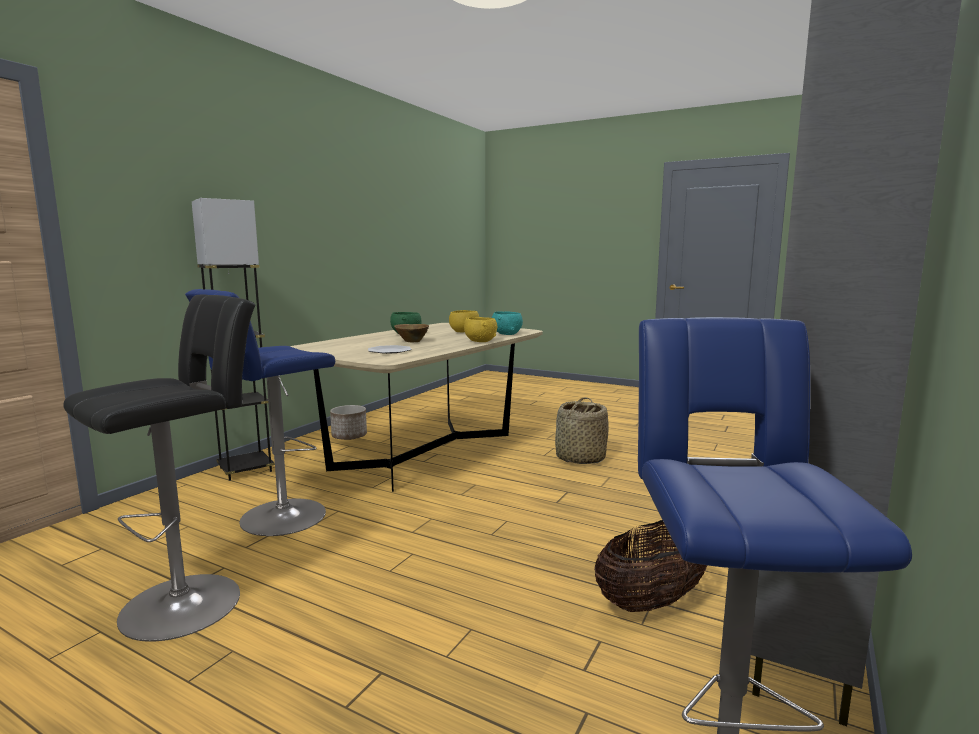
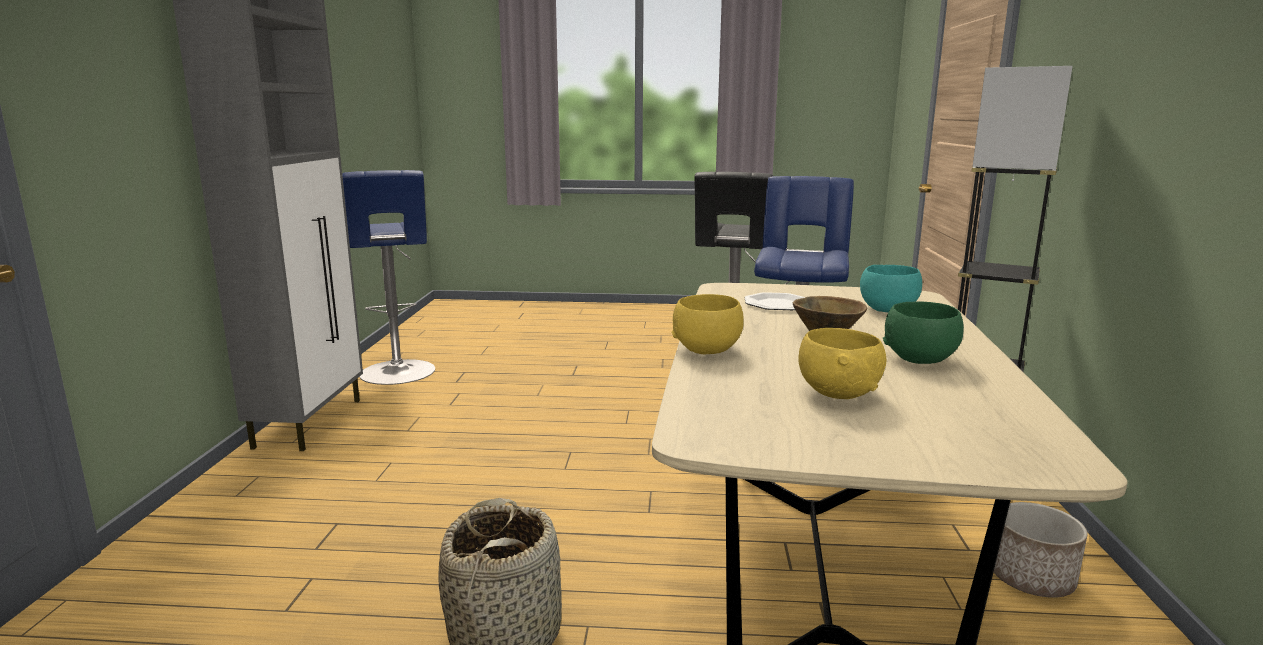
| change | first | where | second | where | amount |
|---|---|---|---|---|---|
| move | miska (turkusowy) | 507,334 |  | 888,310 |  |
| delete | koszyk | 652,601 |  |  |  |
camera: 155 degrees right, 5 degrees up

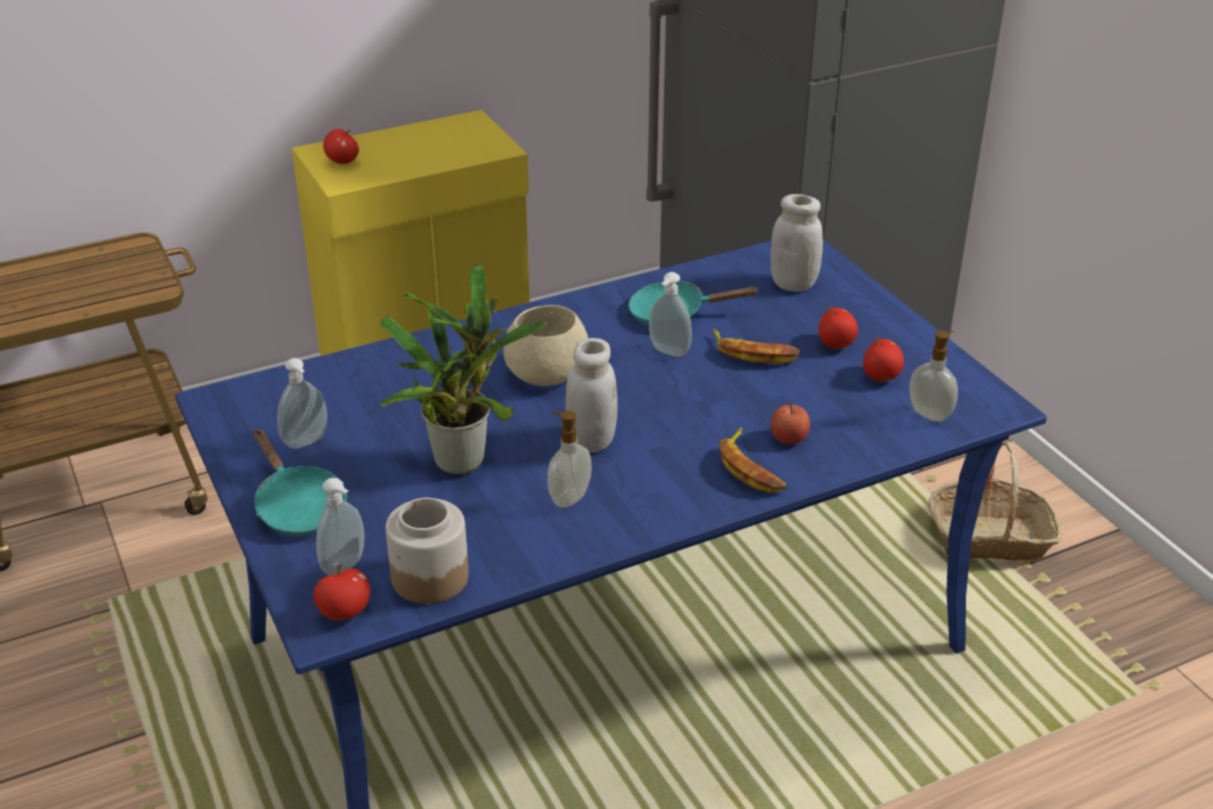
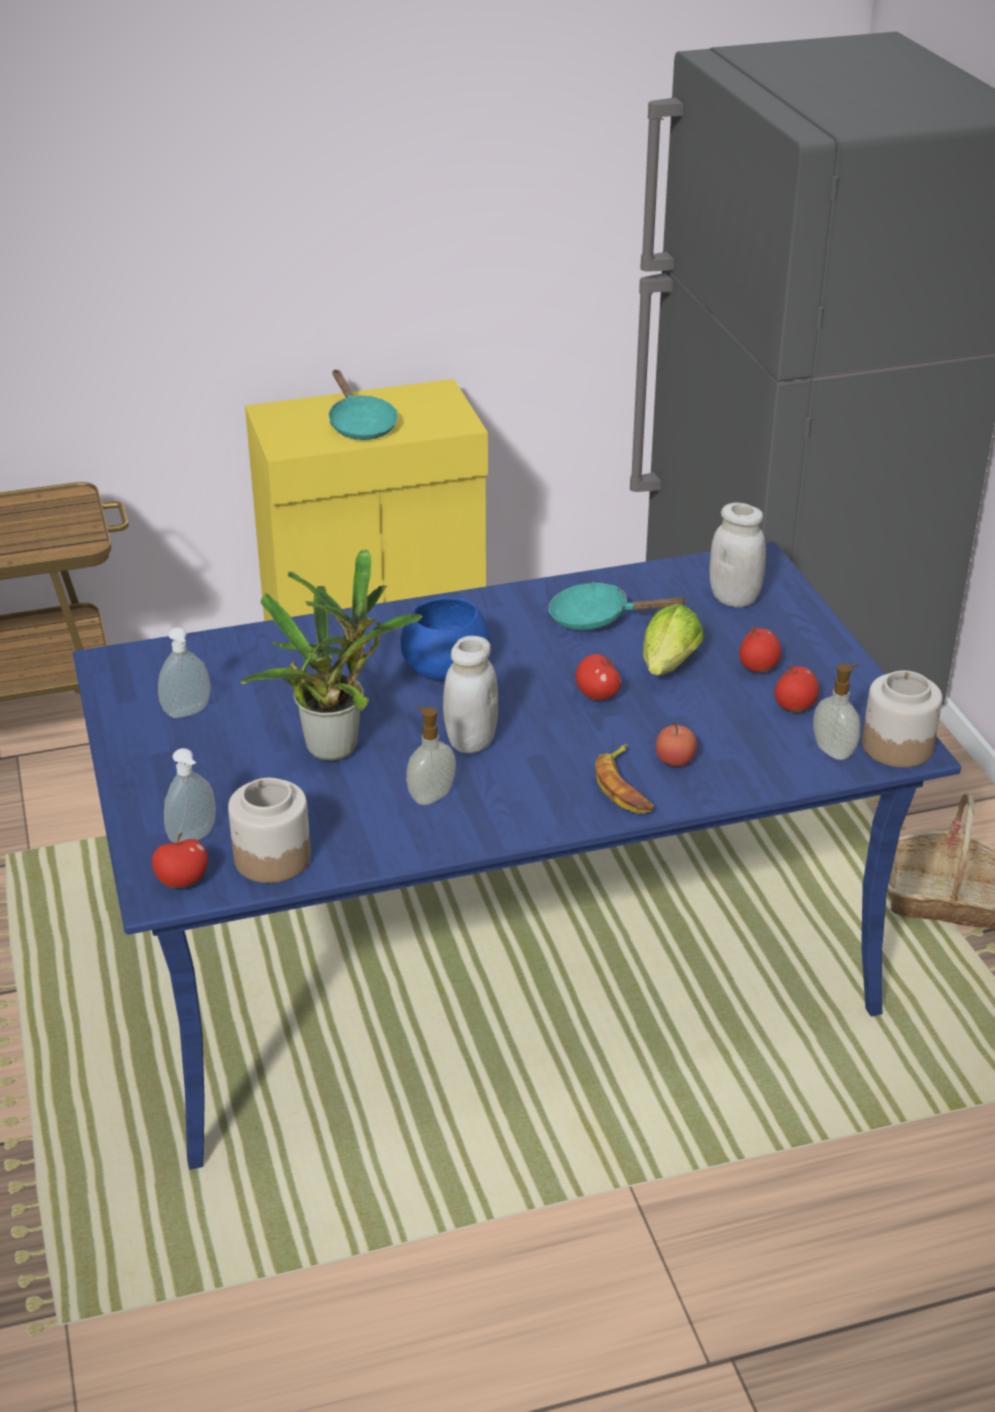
| change | first | where | second | where | amount |
|---|---|---|---|---|---|
| move | patelnia (turkusowy) | 297,506 |  | 360,424 |  |
| move | jabłko | 342,162 |  | 597,695 |  |
| recolor | miska (beżowy) | 548,372 | miska (niebieski) | 447,667 |  |
| delete | dozownik mydła | 668,352 |  |  |  |
| replace | banan | 753,353 | sałata | 667,668 |  |
| insert |  |  | słoik | 897,746 |  |
camera: 10 degrees right, 0 degrees up

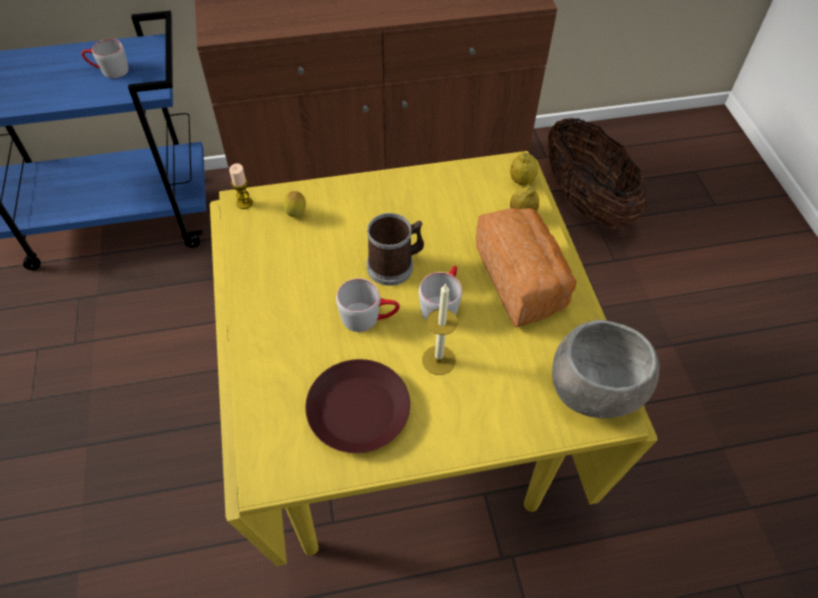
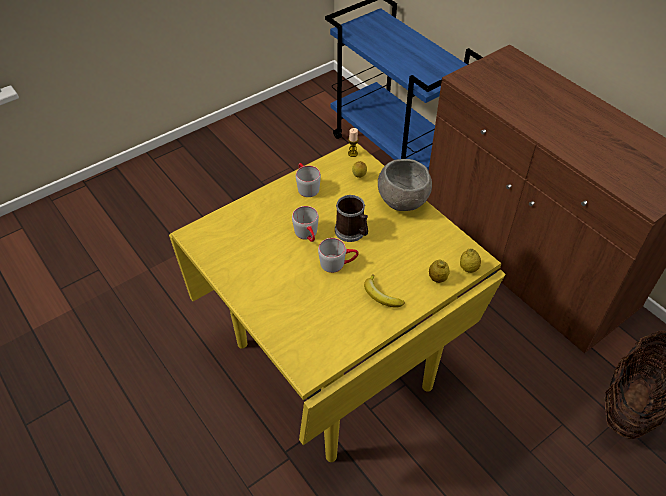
| change | first | where | second | where | amount |
|---|---|---|---|---|---|
| move | kubek (szary) | 109,70 |  | 306,186 |  |
| delete | talerz (brązowy) | 358,411 |  |  |  |
| delete | świeca | 438,360 |  |  |  |
| replace | chleb | 522,281 | banan | 381,296 |  |
| move | miska (szary) | 591,391 |  | 402,201 |  |
camera: 65 degrees right, 5 degrees down

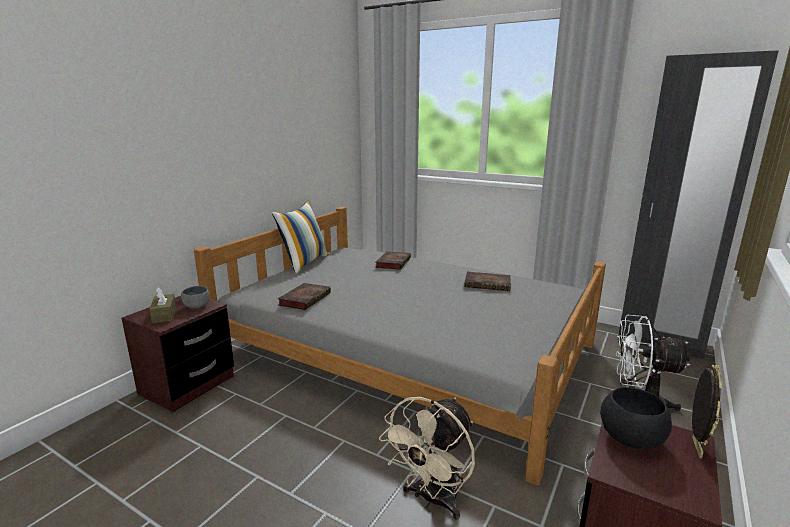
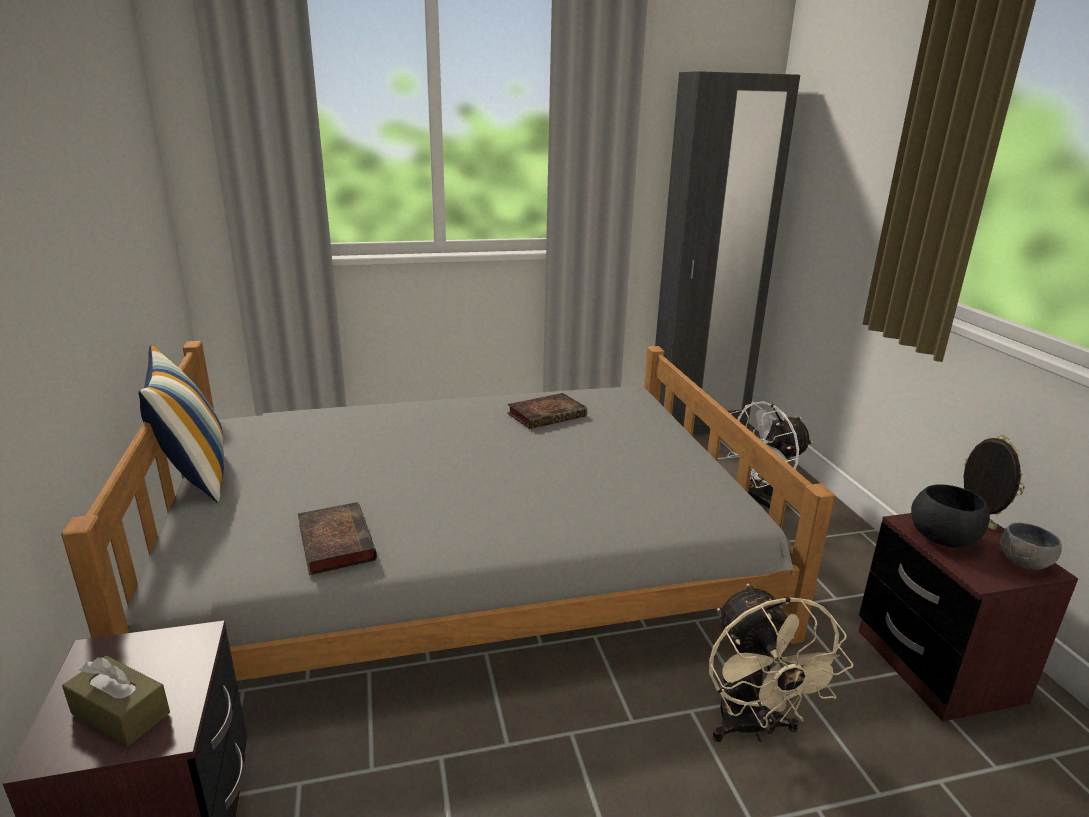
| change | first | where | second | where | amount |
|---|---|---|---|---|---|
| move | miska (szary) | 197,307 |  | 1025,562 |  |
| delete | książka | 393,262 |  |  |  |
camera: 45 degrees left, 5 degrees up

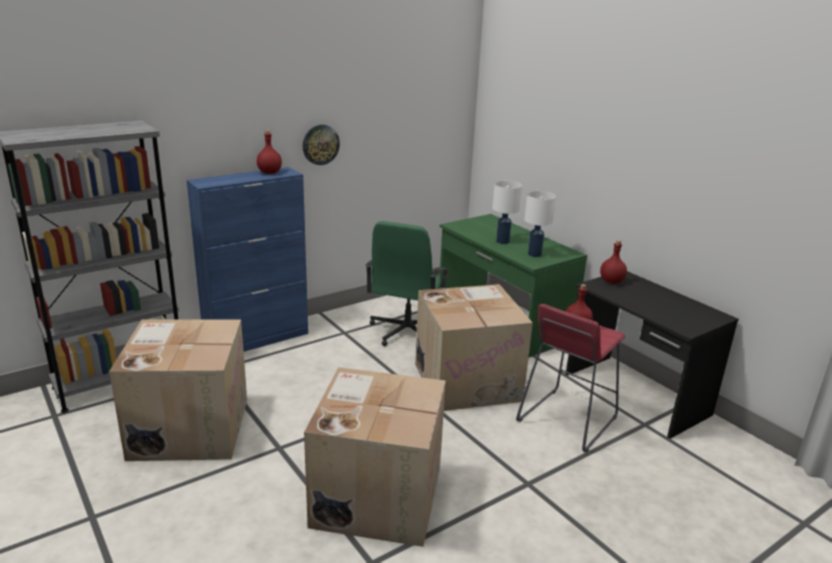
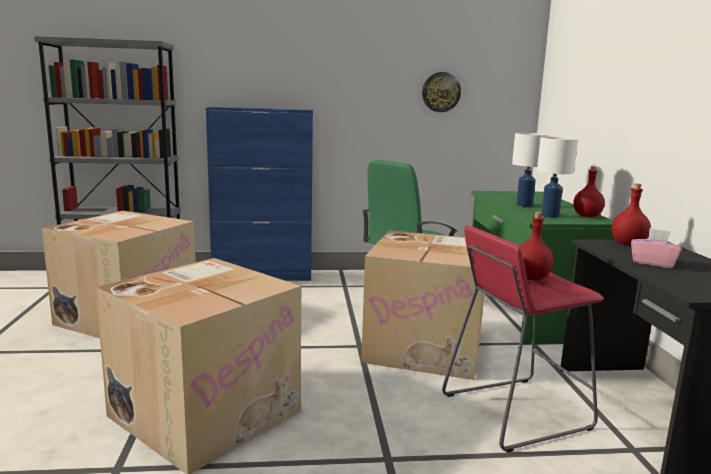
| change | first | where | second | where | amount |
|---|---|---|---|---|---|
| move | butelka (czerwony) | 270,172 |  | 587,216 |  |
| move | zegar ścienny | 320,144 |  | 441,92 |  |
| insert |  |  | pudełko chusteczek (różowy) | 653,263 |  |
camera: 30 degrees right, 10 degrees down

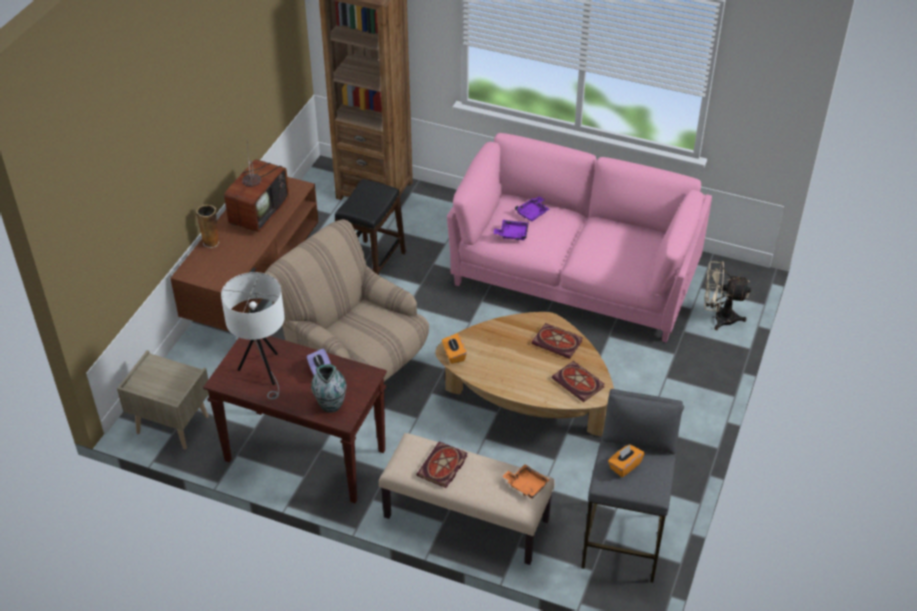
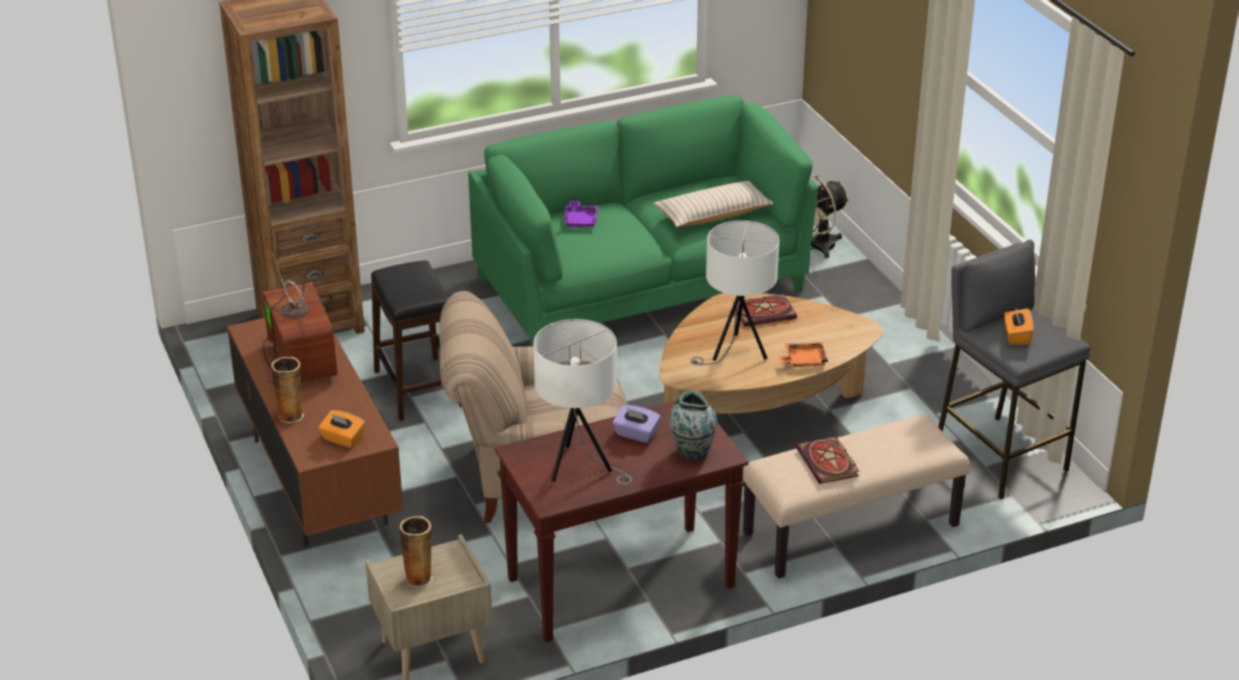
| change | first | where | second | where | amount |
|---|---|---|---|---|---|
| move | pudełko chusteczek (pomarańczowy) | 453,355 |  | 343,439 |  |
| recolor | kanapa (różowy) | 575,276 | kanapa (zielony) | 640,285 |  |
| delete | taca (fioletowy) | 512,234 |  |  |  |
| move | taca (pomarańczowy) | 526,485 |  | 803,361 |  |
| delete | książka | 579,383 |  |  |  |
| insert |  |  | wazon | 419,578 |  |
| insert |  |  | poduszka (beżowy) | 713,214 |  |
| insert |  |  | lampa stołowa (biały) | 735,353 |  |
camera: 45 degrees left, 10 degrees down

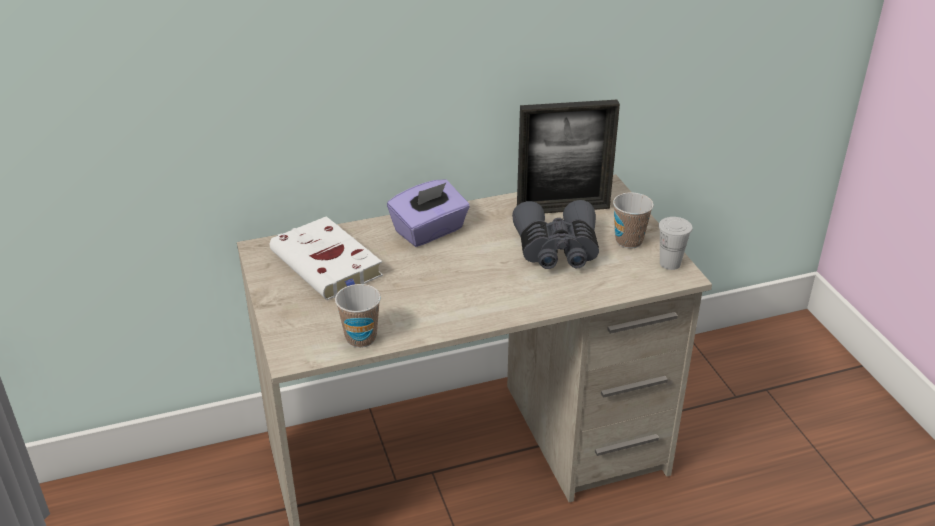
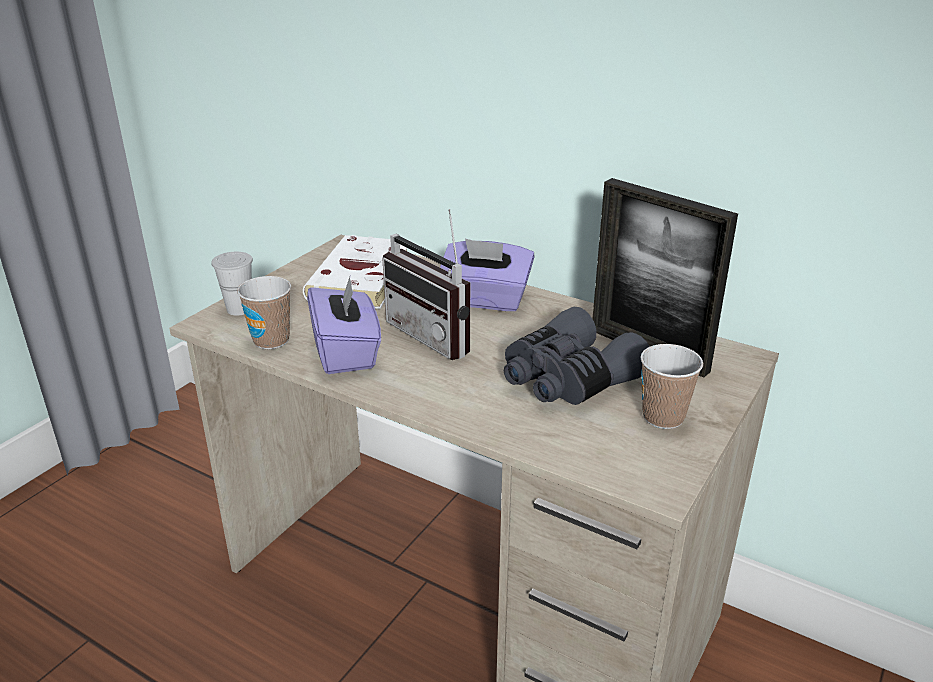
| change | first | where | second | where | amount |
|---|---|---|---|---|---|
| move | filiżanka (biały) | 670,263 |  | 239,309 |  |
| insert |  |  | pudełko chusteczek (fioletowy) | 346,352 |  |
| insert |  |  | radio | 438,335 |  |
camera: 50 degrees right, 5 degrees down

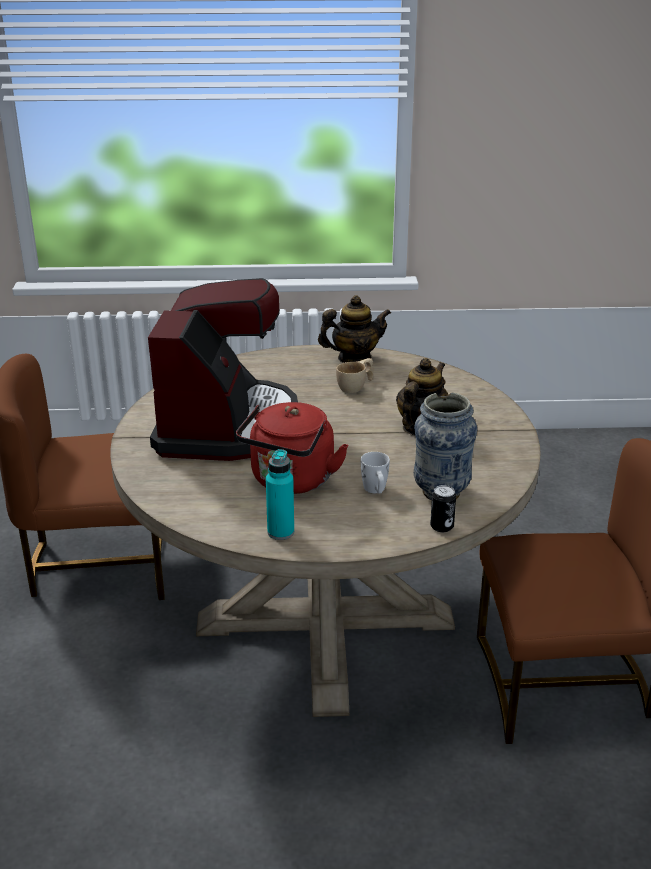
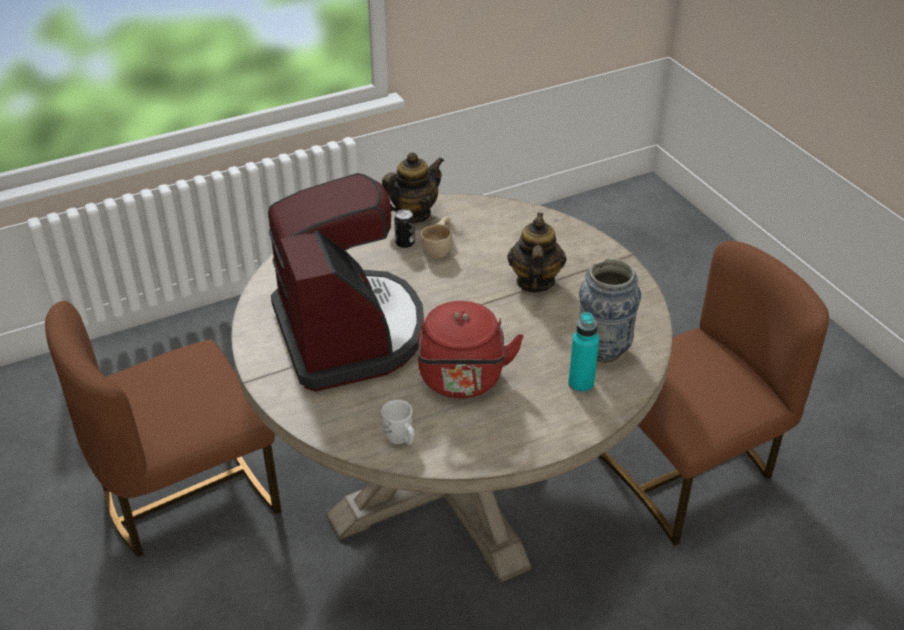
| change | first | where | second | where | amount |
|---|---|---|---|---|---|
| move | butelka (turkusowy) | 280,532 |  | 581,384 |  |
| move | kubek (biały) | 375,490 |  | 401,439 |  |
| move | puszka | 442,526 |  | 405,243 |  |
camera: 25 degrees left, 10 degrees up

